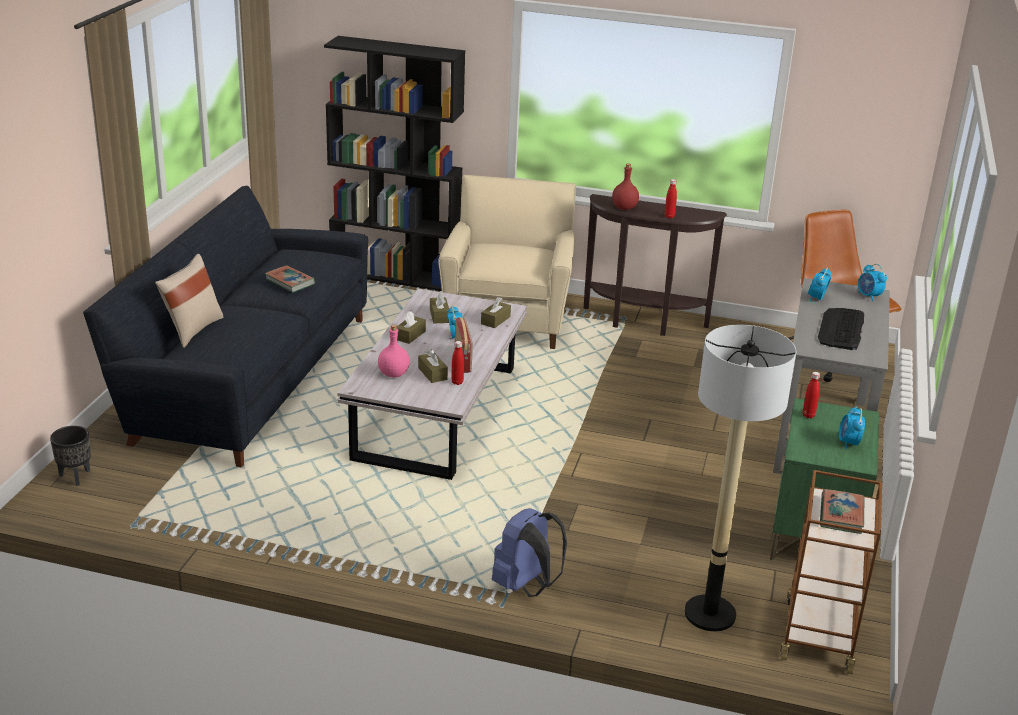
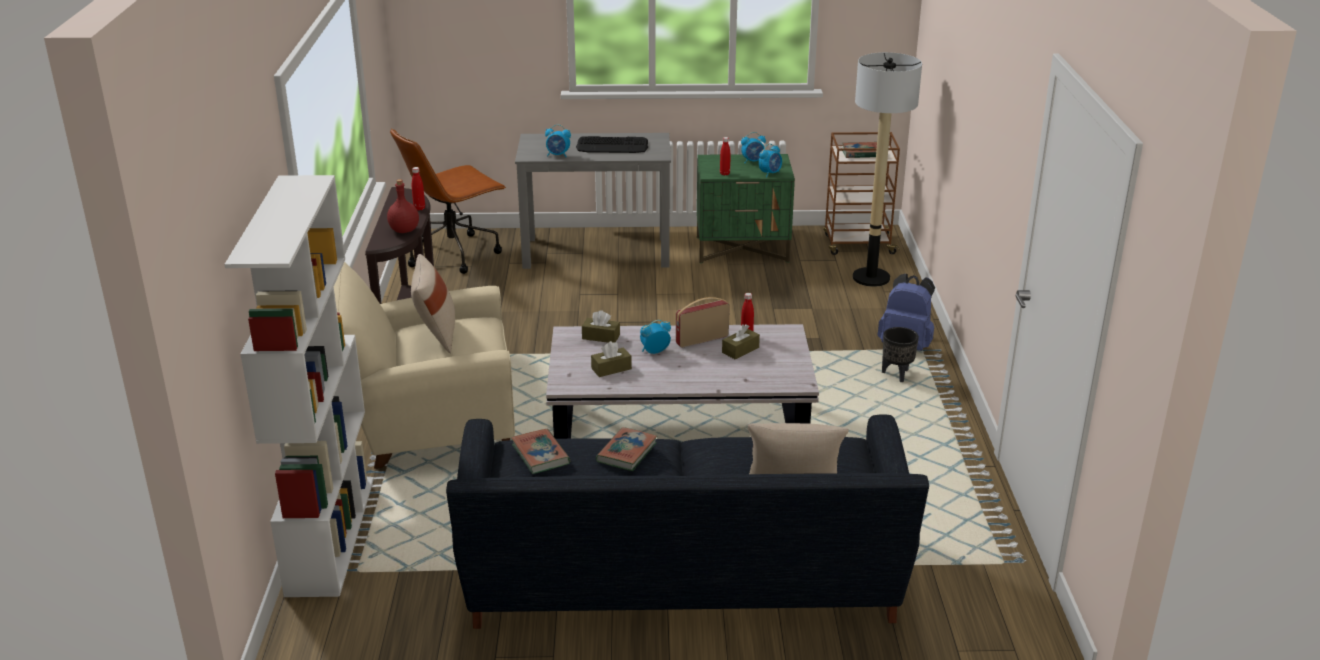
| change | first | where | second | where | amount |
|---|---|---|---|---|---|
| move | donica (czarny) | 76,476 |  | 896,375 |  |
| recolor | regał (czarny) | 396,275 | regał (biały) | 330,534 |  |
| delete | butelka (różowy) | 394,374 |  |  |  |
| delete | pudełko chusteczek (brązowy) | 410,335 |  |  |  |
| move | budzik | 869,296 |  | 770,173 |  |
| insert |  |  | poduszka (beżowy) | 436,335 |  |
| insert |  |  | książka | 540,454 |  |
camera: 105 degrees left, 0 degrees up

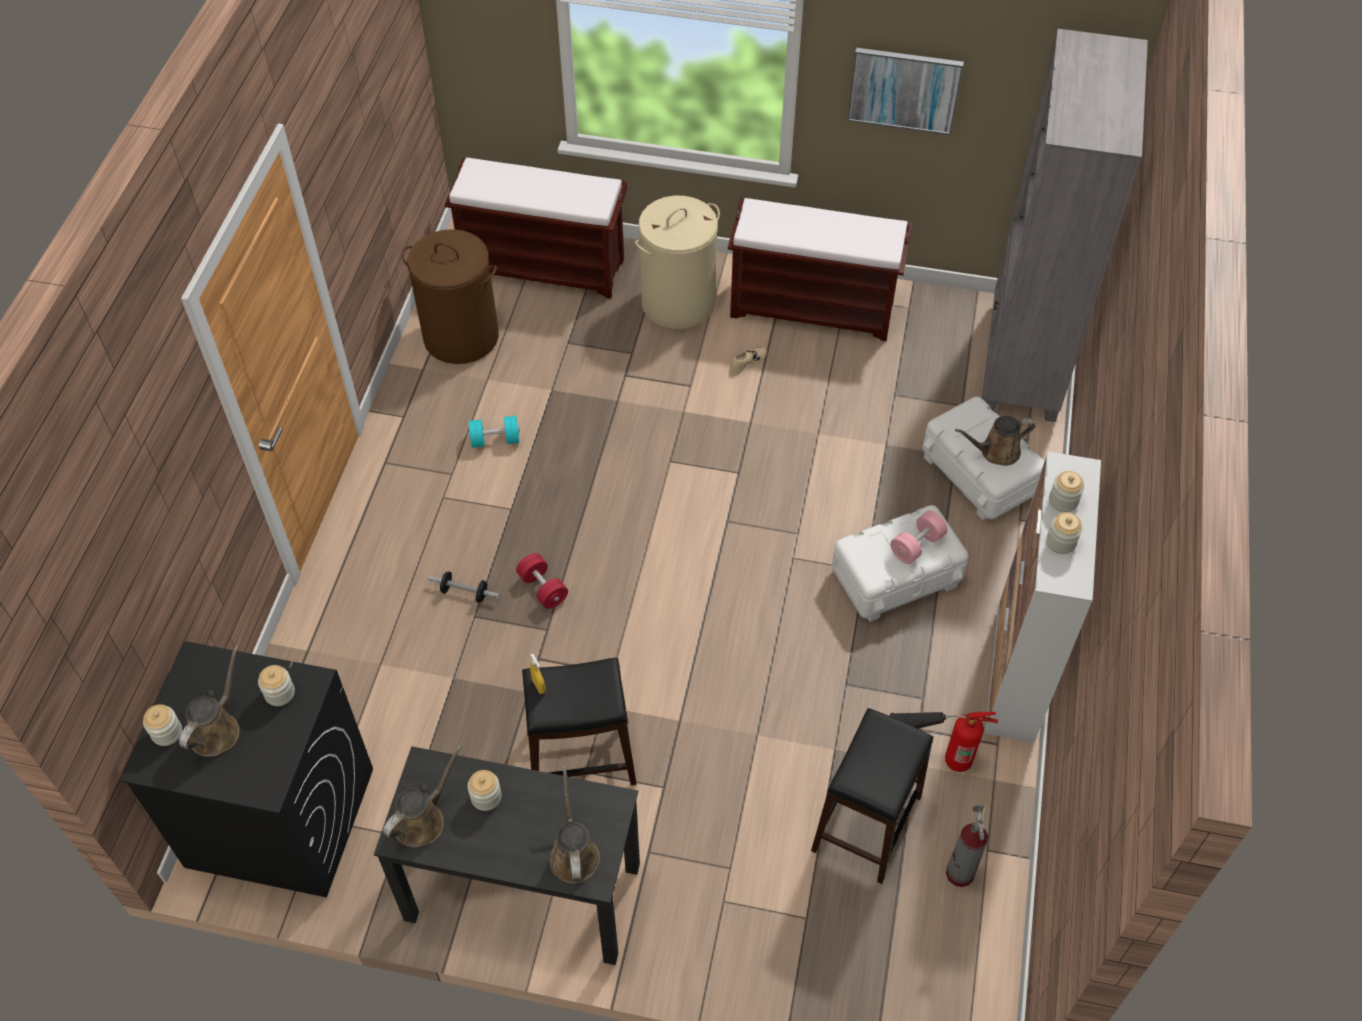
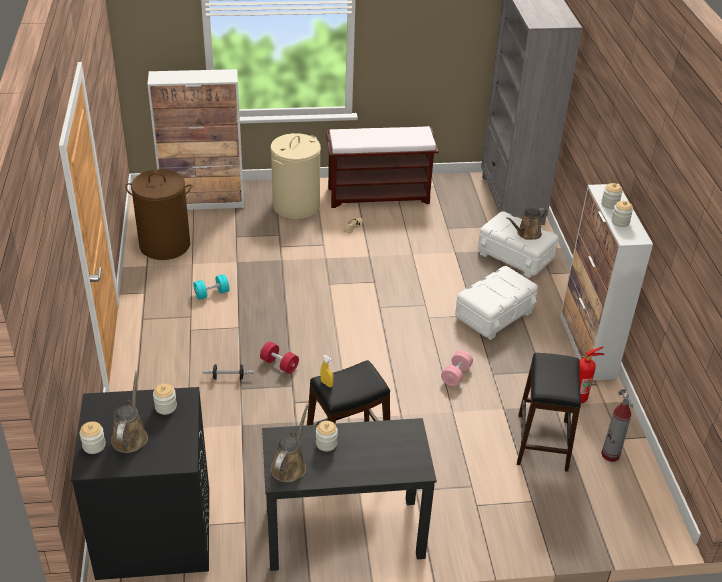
| change | first | where | second | where | amount |
|---|---|---|---|---|---|
| replace | ławka (brązowy) | 545,267 | szafka | 203,202 |  |
| delete | konewka (brązowy) | 574,853 |  |  |  |
| delete | obraz | 904,89 |  |  |  |
| move | hantel (różowy) | 917,545 |  | 456,375 |  |
camera: 20 degrees left, 15 degrees down

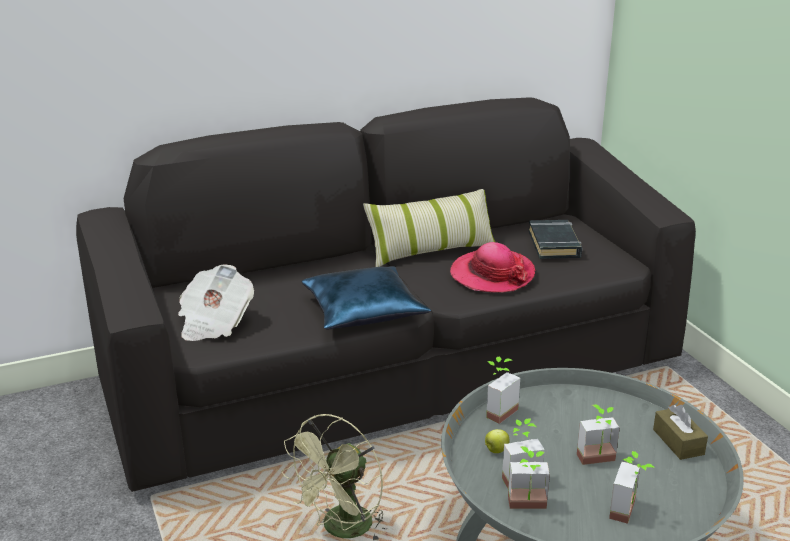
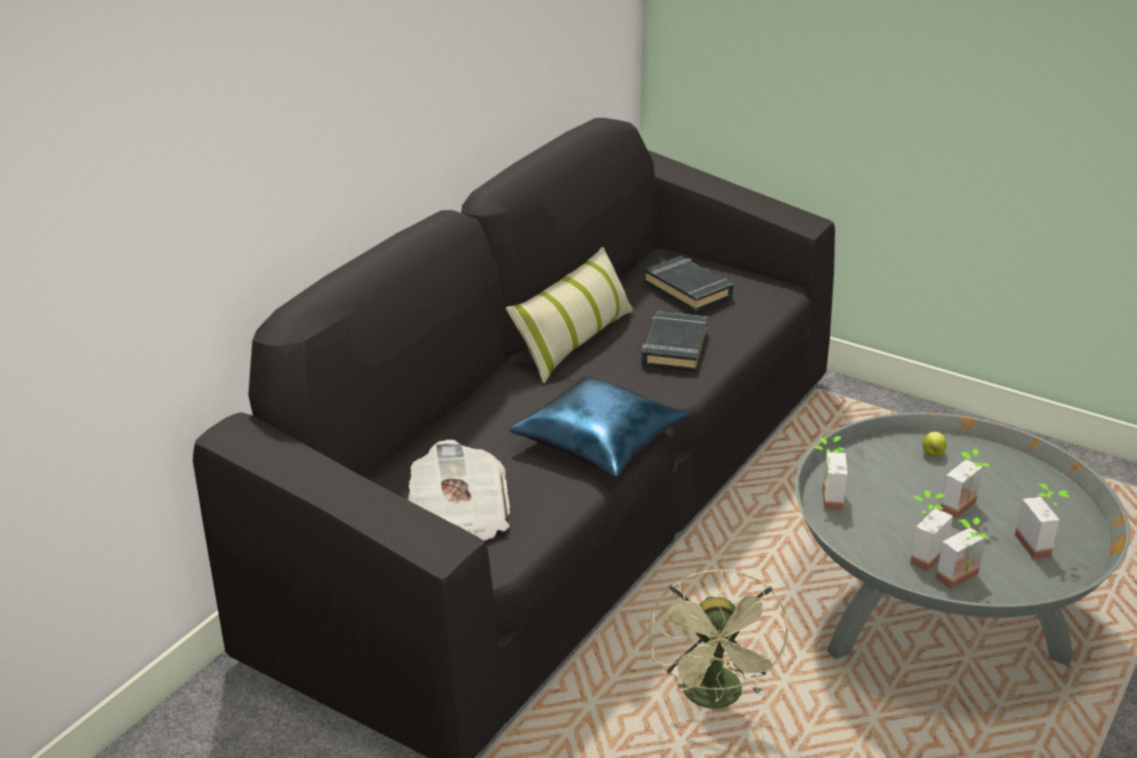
| change | first | where | second | where | amount |
|---|---|---|---|---|---|
| replace | kapelusz | 492,274 | książka (czarny) | 674,348 |  |
| move | jabłko | 496,450 |  | 932,453 |  |
| delete | pudełko chusteczek (brązowy) | 678,442 |  |  |  |
camera: 35 degrees left, 5 degrees up

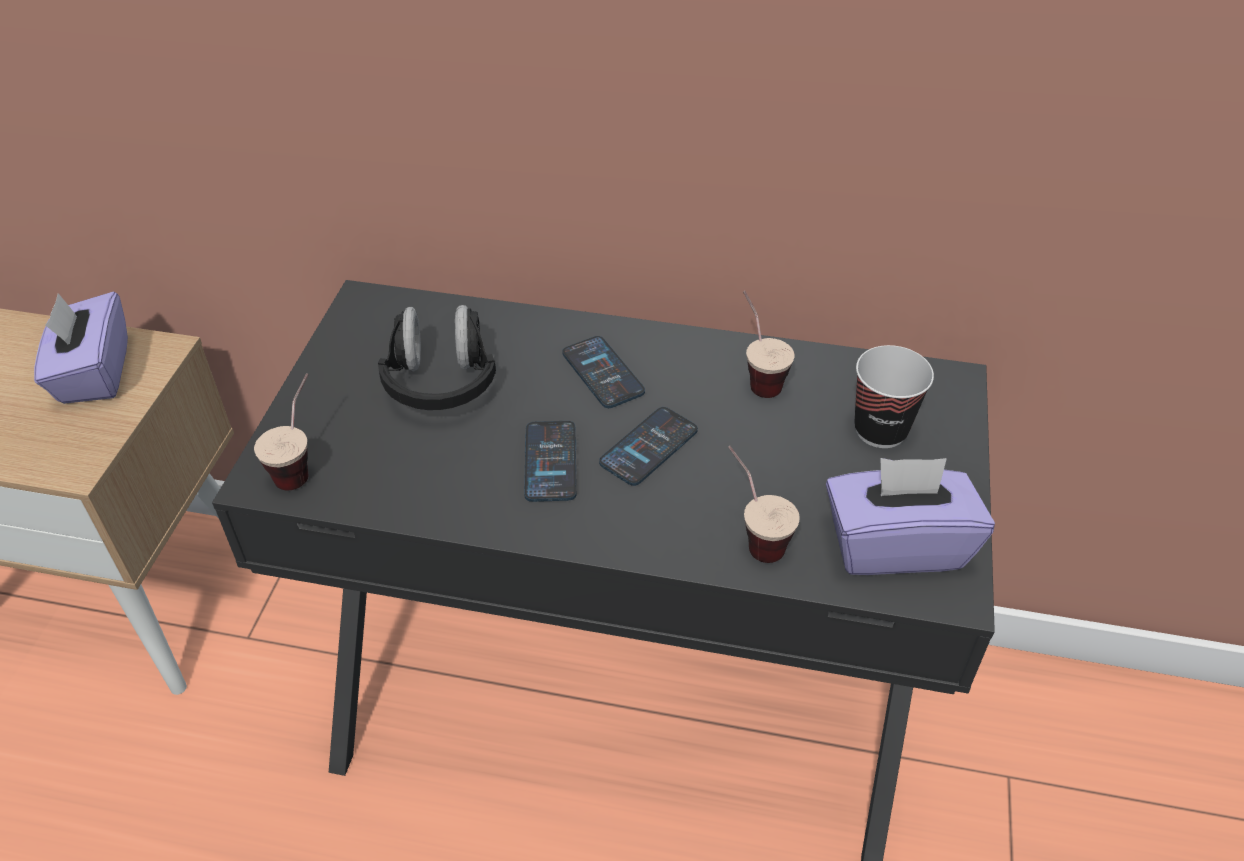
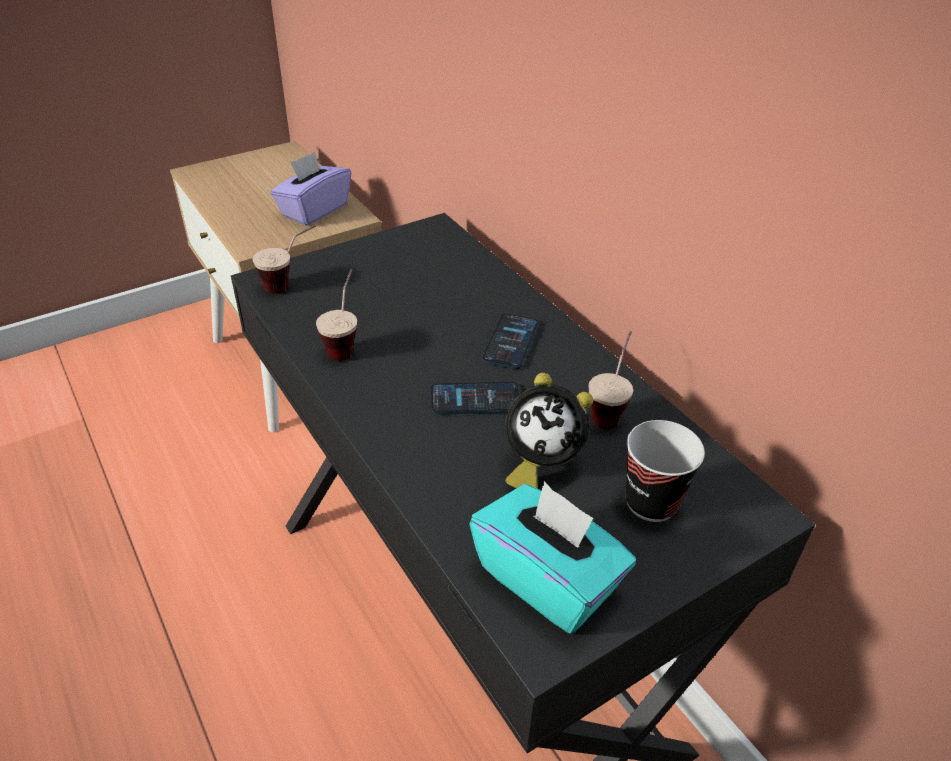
| change | first | where | second | where | amount |
|---|---|---|---|---|---|
| delete | słuchawki (czarny) | 441,382 |  |  |  |
| delete | telefon | 550,462 |  |  |  |
| move | filiżanka | 752,535 |  | 345,343 |  |
| recolor | pudełko chusteczek (fioletowy) | 895,544 | pudełko chusteczek (turkusowy) | 548,579 |  |
| insert |  |  | budzik | 539,464 |  |
camera: 45 degrees right, 5 degrees down

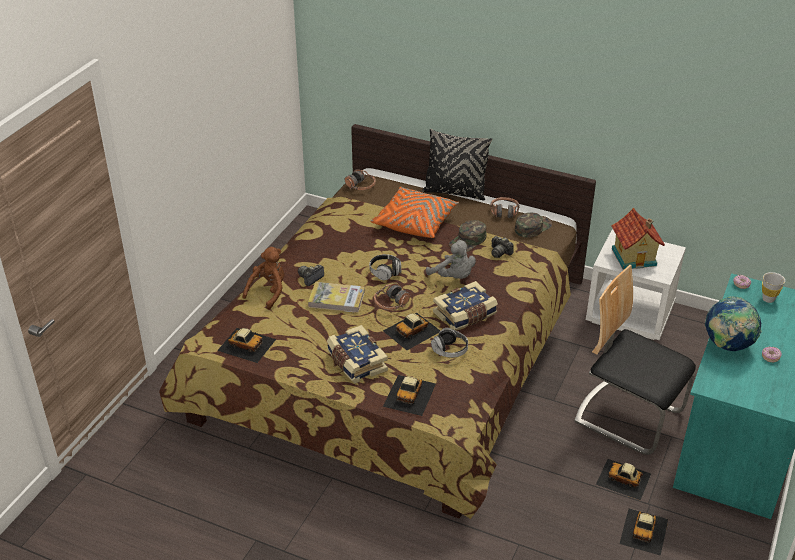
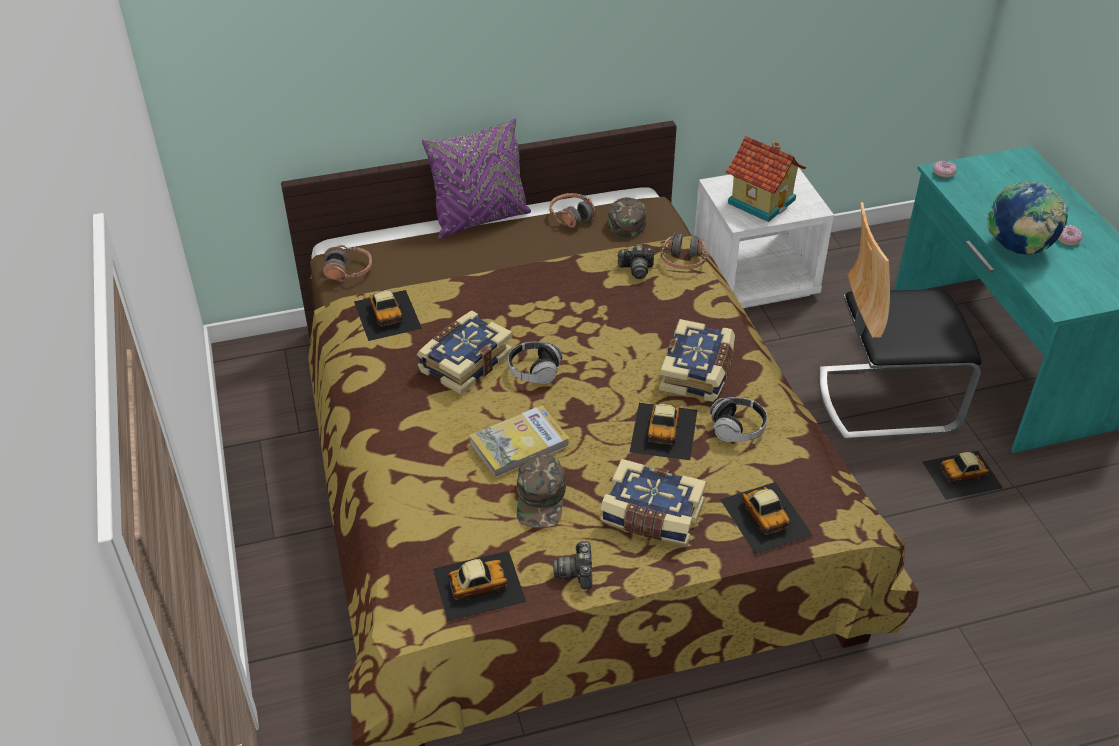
| change | first | where | second | where | amount |
|---|---|---|---|---|---|
| delete | pluszak (brązowy) | 268,292 |  |  |  |
| move | aparat fotograficzny | 310,278 |  | 576,572 |  |
| delete | poduszka (pomarańczowy) | 415,222 |  |  |  |
| move | słuchawki | 391,303 |  | 683,260 |  |
| recolor | poduszka (czarny) | 455,192 | poduszka (fioletowy) | 480,219 |  |
| delete | pluszak (szary) | 453,277 |  |  |  |
| move | czapka z daszkiem (zielony) | 468,241 |  | 541,498 |  |
| move | samochodzik | 644,531 |  | 387,314 |  |
| delete | filiżanka (biały) | 768,299 |  |  |  |
| insert |  |  | książka | 464,362 |  |
camera: 40 degrees left, 5 degrees up

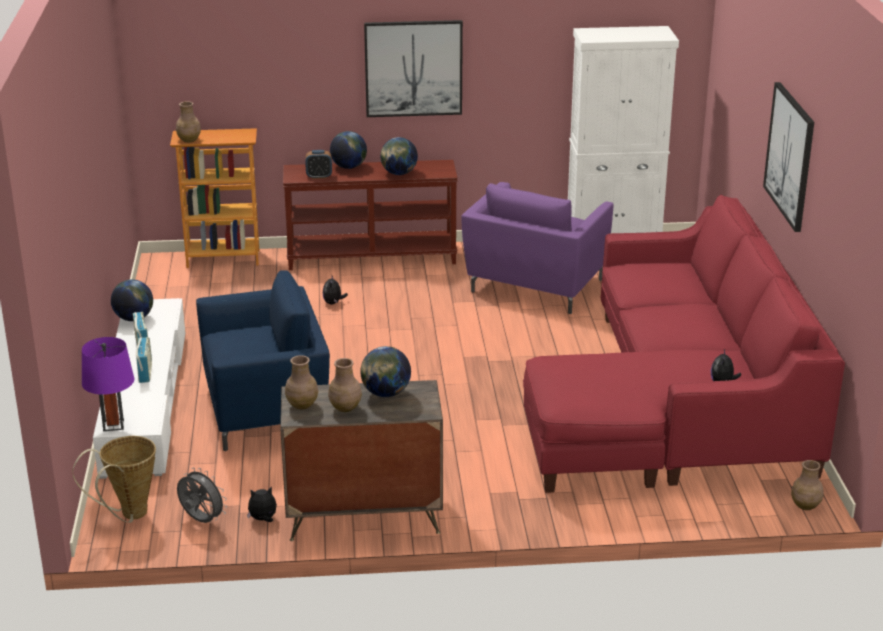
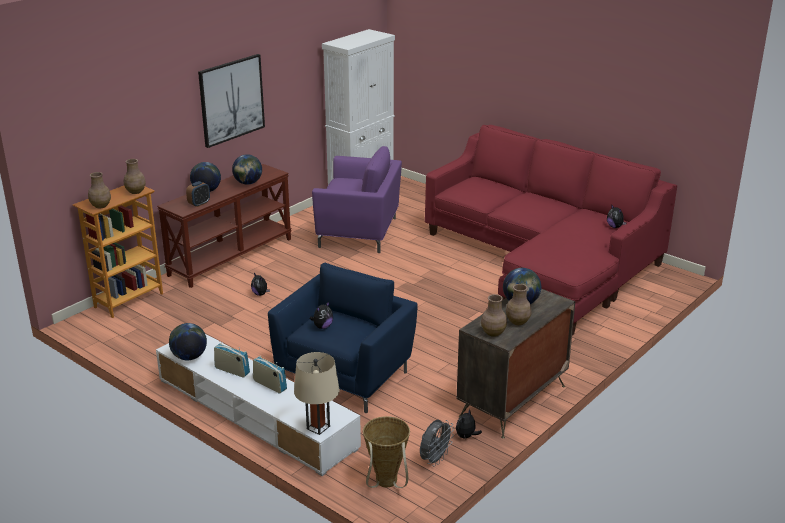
| change | first | where | second | where | amount |
|---|---|---|---|---|---|
| recolor | lampa stołowa (fioletowy) | 113,425 | lampa stołowa (beżowy) | 318,427 |  |
| rotate | wentylator (szary) | 201,521 |  | 434,460 | 135 degrees clockwise |
| rotate | fotel (fioletowy) | 534,286 |  | 359,233 | 60 degrees counterclockwise |
| delete | obraz | 790,155 |  |  |  |
| move | wazon (brązowy) | 805,506 |  | 136,191 |  |
| insert |  |  | pluszak | 322,326 |  |
camera: 45 degrees left, 0 degrees up

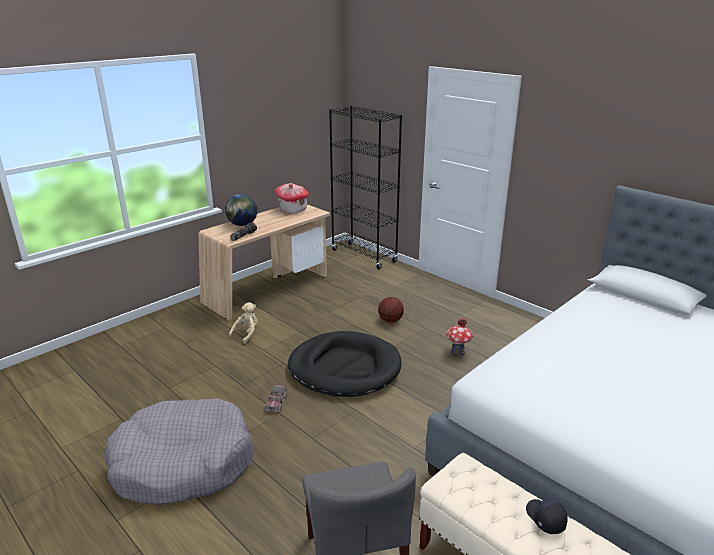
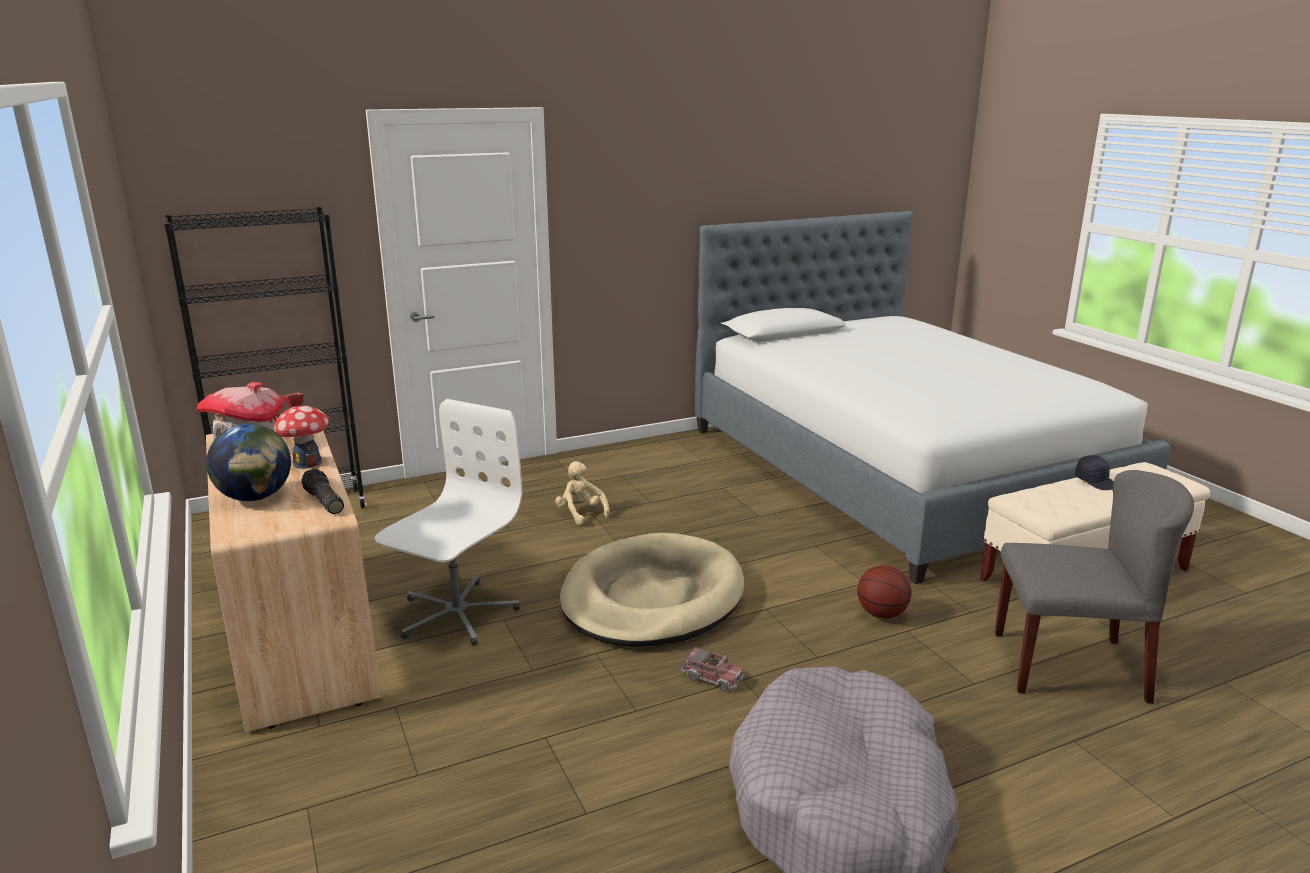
| change | first | where | second | where | amount |
|---|---|---|---|---|---|
| move | pluszak (beżowy) | 247,334 |  | 580,513 |  |
| recolor | legowisko (czarny) | 344,368 | legowisko (beżowy) | 652,598 |  |
| move | piłka do koszykówki | 390,320 |  | 881,614 |  |
| move | domek | 457,352 |  | 307,463 |  |
| rotate | czapka z daszkiem (czarny) | 544,519 |  | 1097,481 | 120 degrees counterclockwise |
| insert |  |  | krzesło biurowe (biały) | 456,614 |  |
camera: 70 degrees left, 5 degrees down

